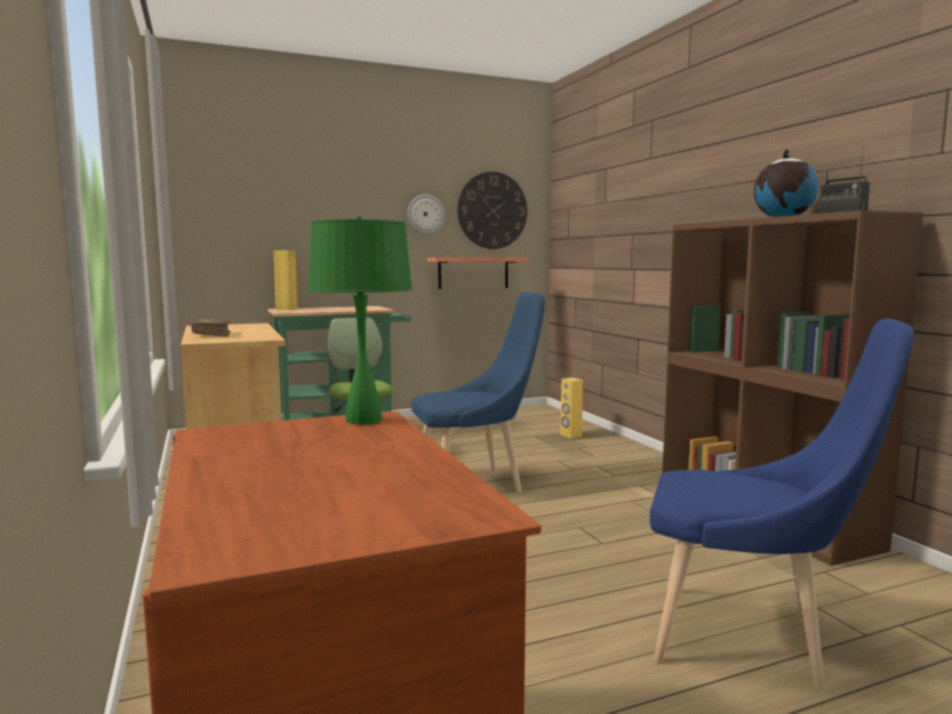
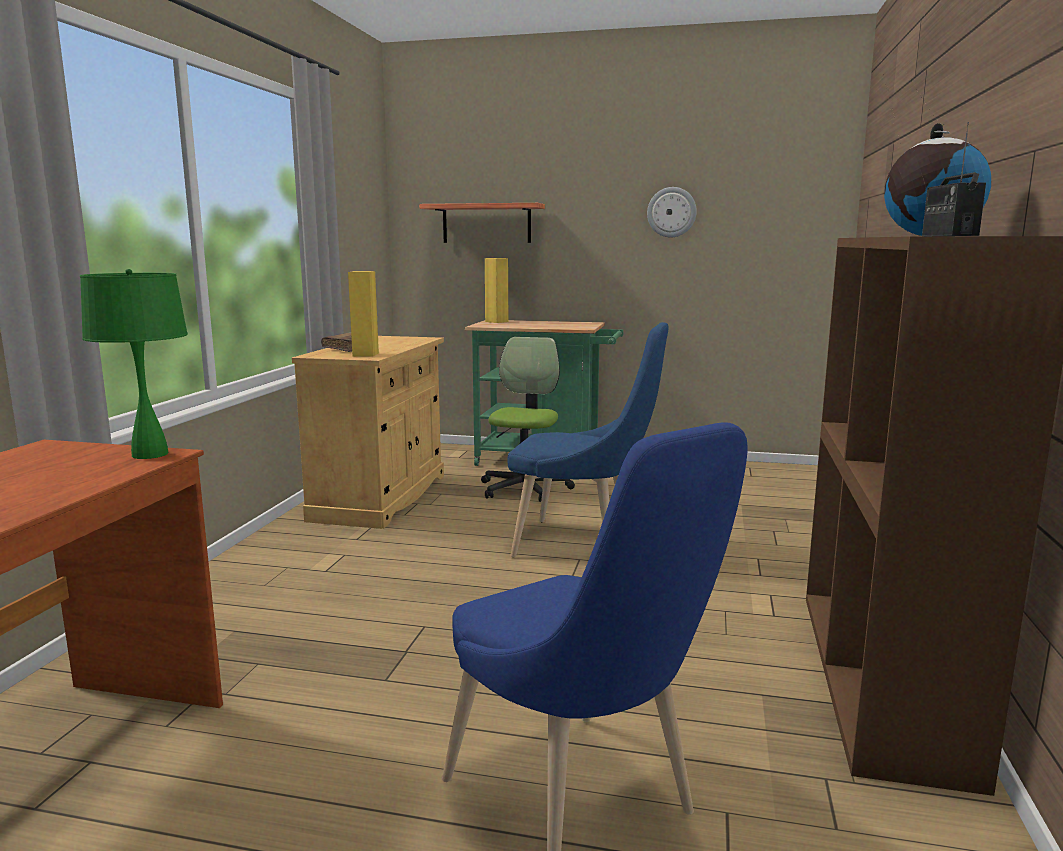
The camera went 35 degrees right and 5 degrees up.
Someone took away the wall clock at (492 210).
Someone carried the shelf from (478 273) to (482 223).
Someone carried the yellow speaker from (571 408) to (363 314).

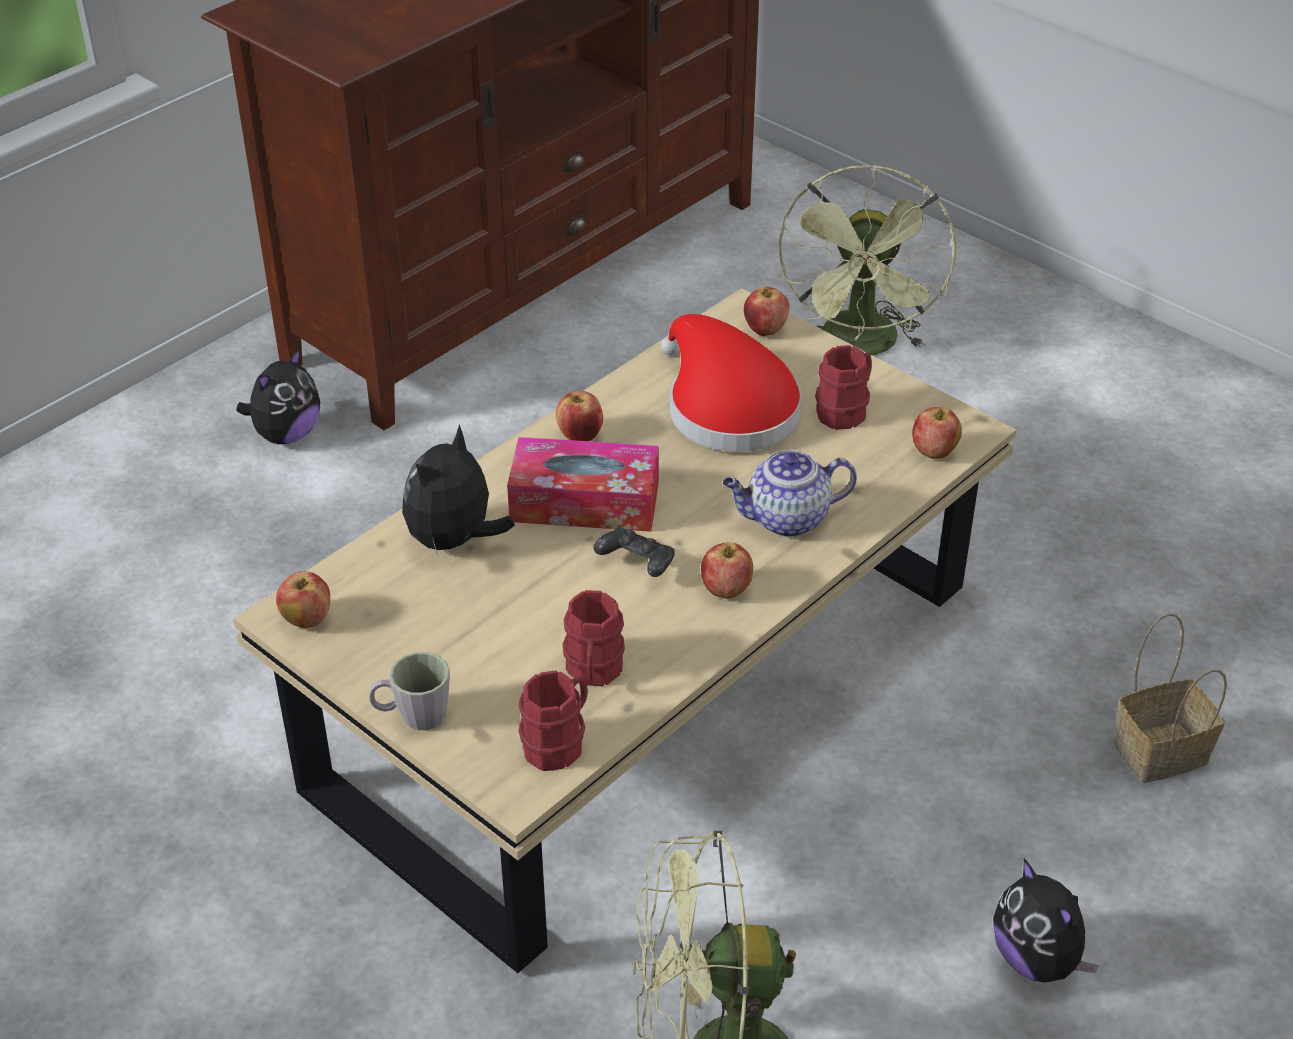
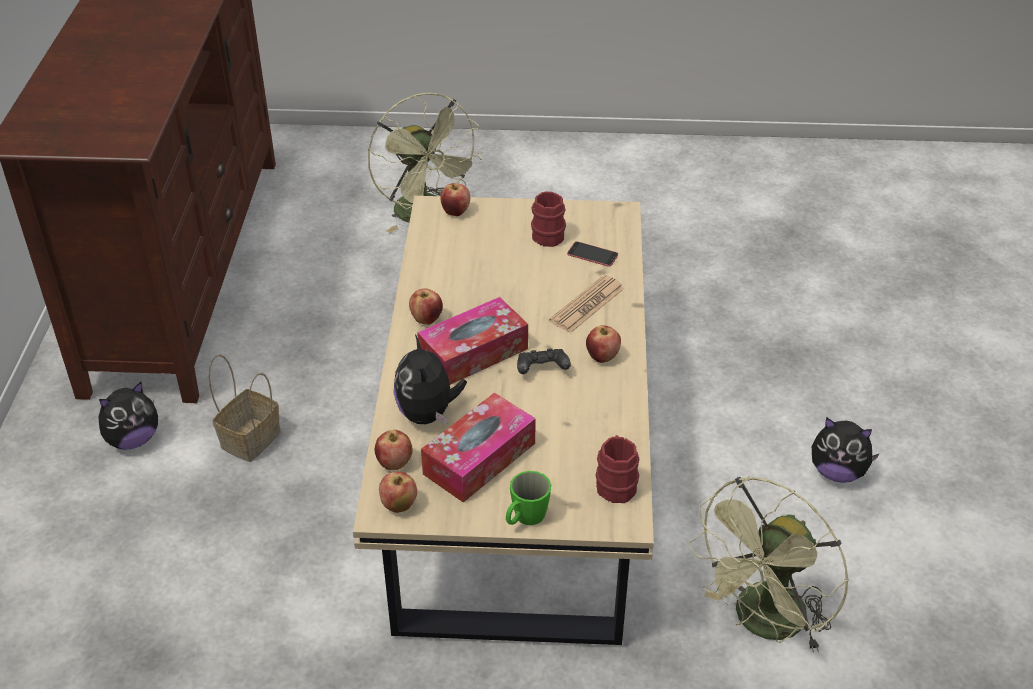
The camera went 40 degrees left and 0 degrees up.
Someone took away the red hat at (731 383).
Someone rotated the plush toy at (278 396) by 60 degrees clockwise.
Someone carried the apple from (937 433) to (394 450).
Someone swapped the teapot at (790 493) for the newspaper at (587 304).
Someone took away the red mug at (594 638).
Someone carried the basket from (1170 698) to (244 408).
Someone repainted the grey mug at (409 691), which became the green mug at (528 498).
Someone put down the phone at (592 254).
Someone put down the tissue box at (478 448).

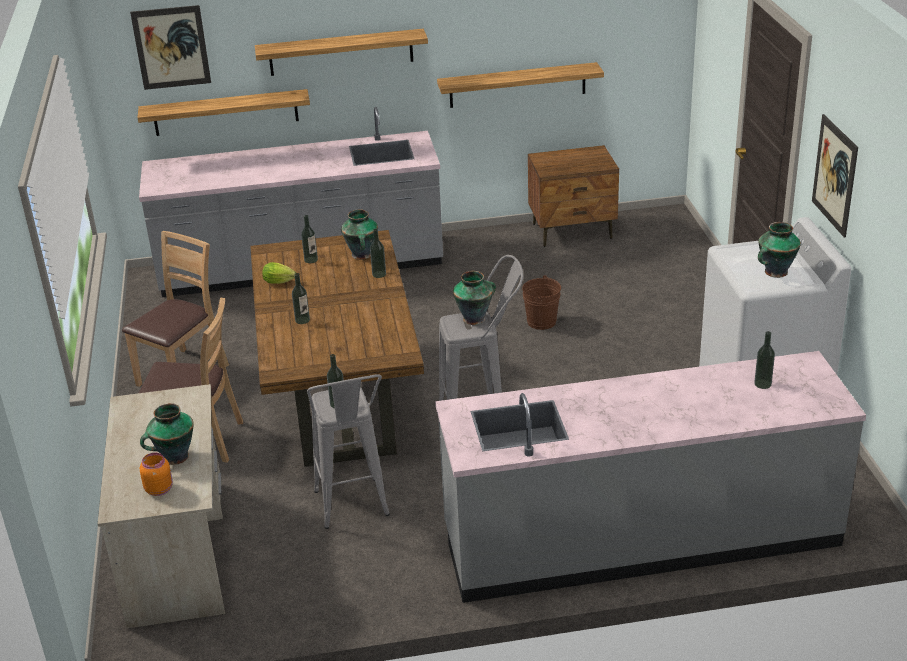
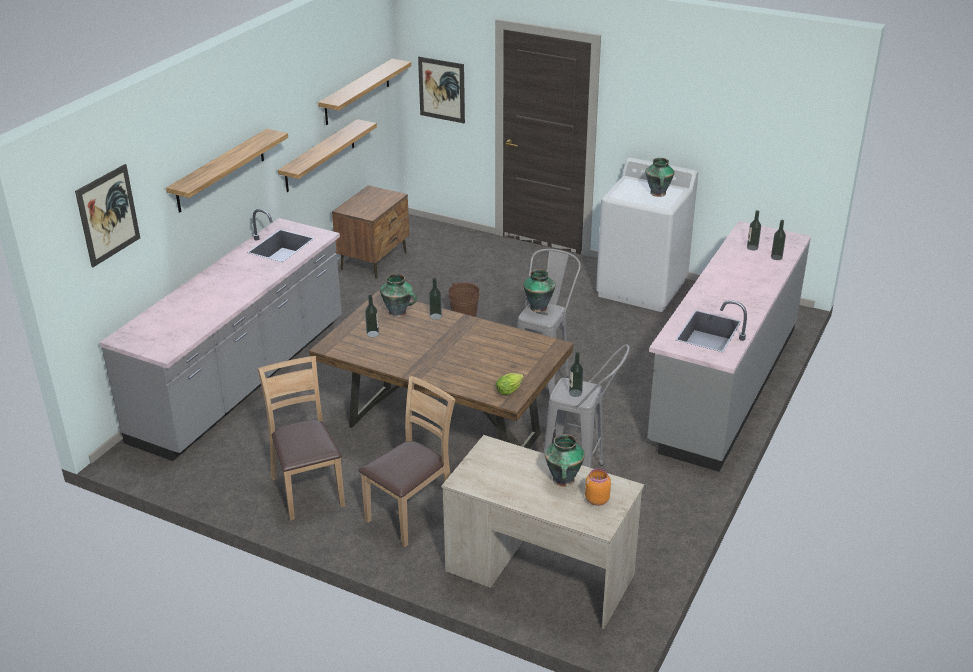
The camera went 55 degrees left and 0 degrees up.
Someone carried the shelf from (223 112) to (364 92).
Someone carried the picture from (835 175) to (441 90).
Someone carried the lettuce from (279 273) to (510 384).
Someone carried the bottle from (301 298) to (778 240).

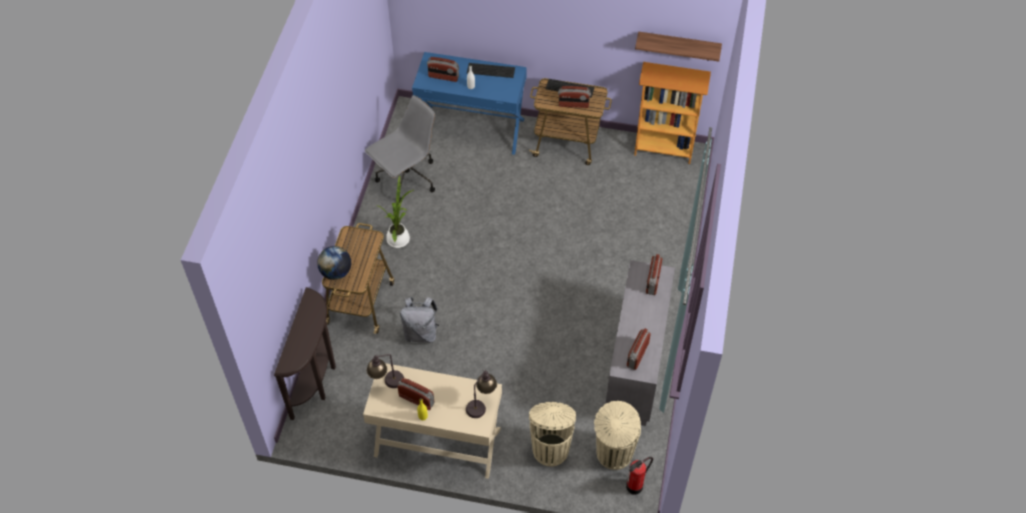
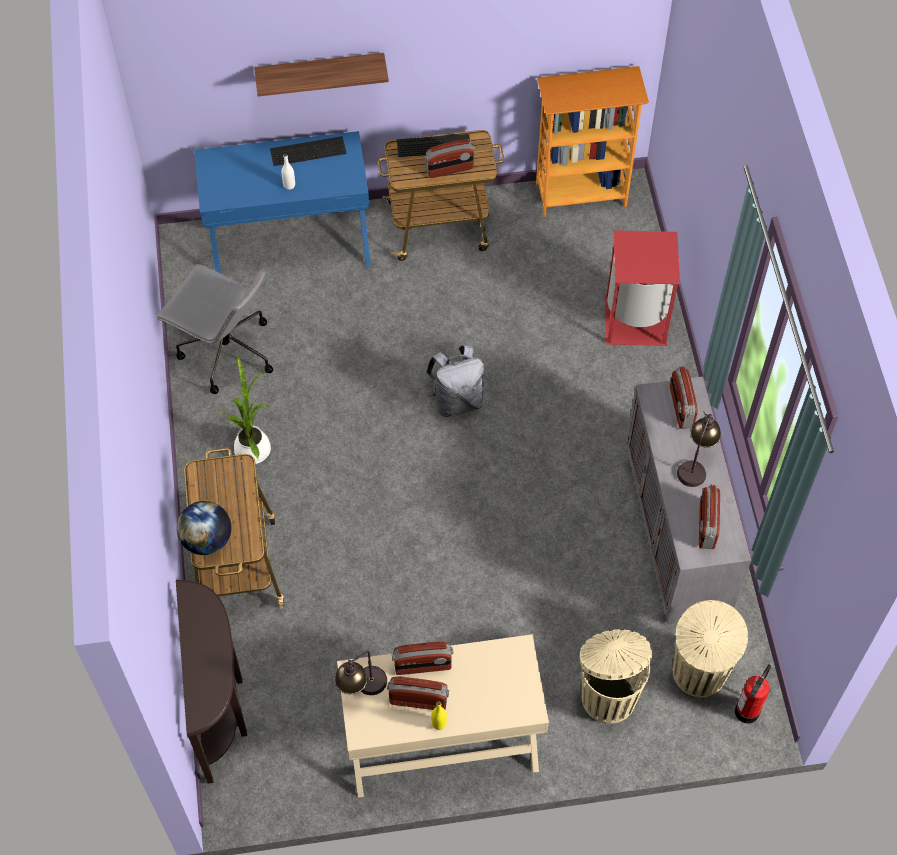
The camera went 20 degrees left and 5 degrees up.
Someone carried the shelf from (678 47) to (321 75).
Someone carried the radio from (443 69) to (422 658).
Someone rotated the grey office chair at (400 149) by 90 degrees clockwise.
Someone carried the grey backpack from (419 320) to (455 381).
Someone carried the table lamp from (481 393) to (699 449).
Someone put down the red trash can at (642 288).

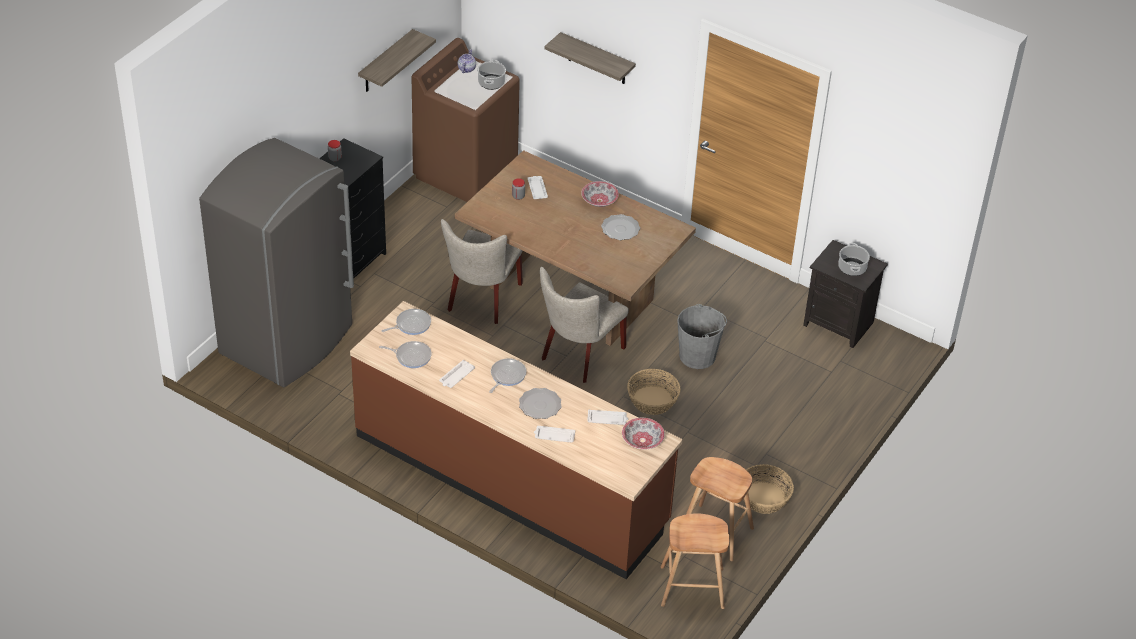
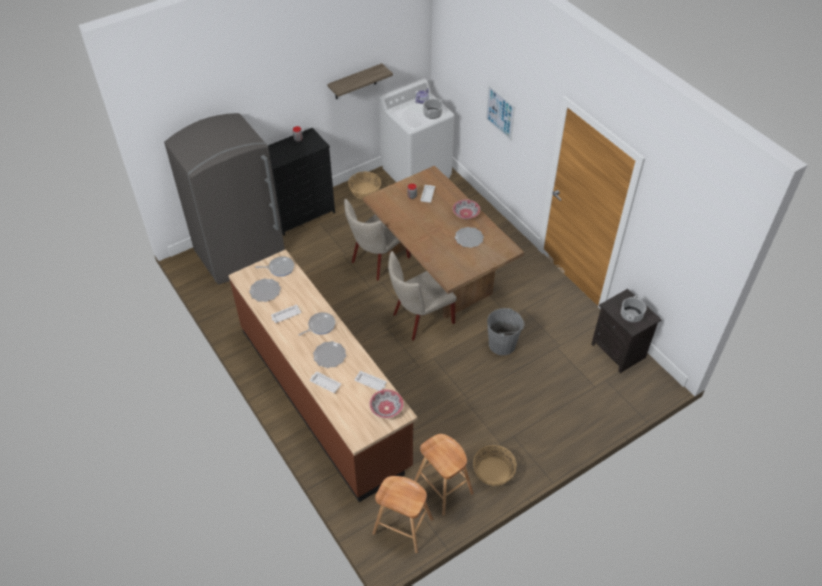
The camera went 25 degrees right and 5 degrees up.
Someone swapped the shelf at (590 58) for the picture at (500 113).
Someone repainted the brown washing machine at (465 120), which became the white washing machine at (417 130).
Someone swapped the frying pan at (405 354) for the plate at (265 290).
Someone carried the basket from (653 392) to (364 185).

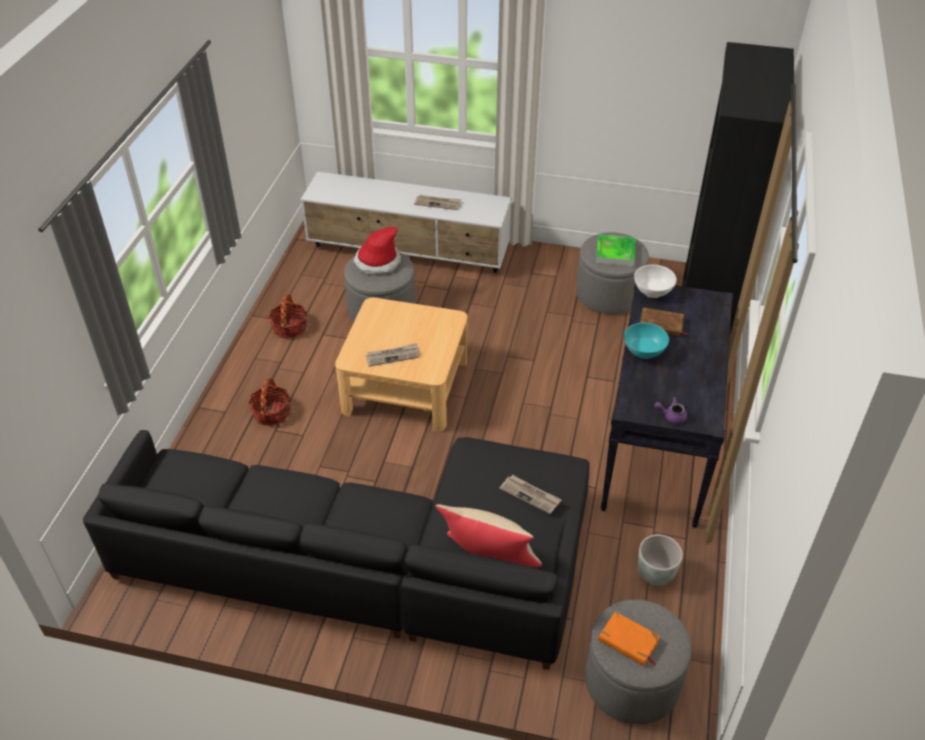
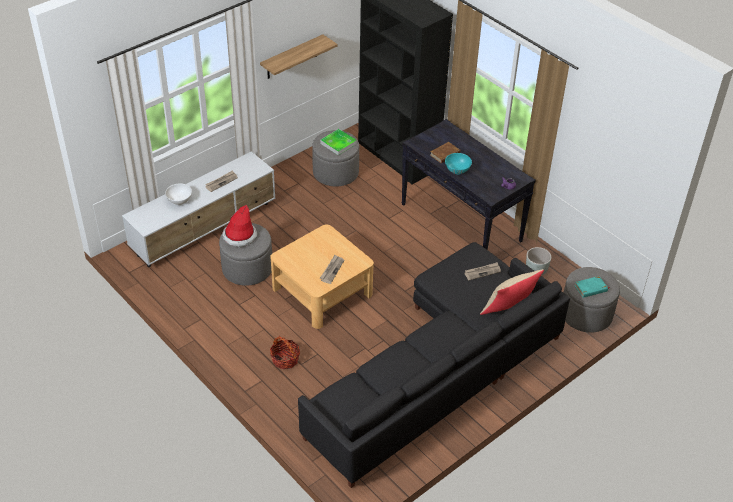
The camera went 55 degrees left and 0 degrees up.
Someone carried the white bowl from (655 281) to (178 194).
Someone took away the basket at (288 316).
Someone repainted the orange book at (629 638), which became the turquoise book at (592 287).
Someone put up the shelf at (299 56).

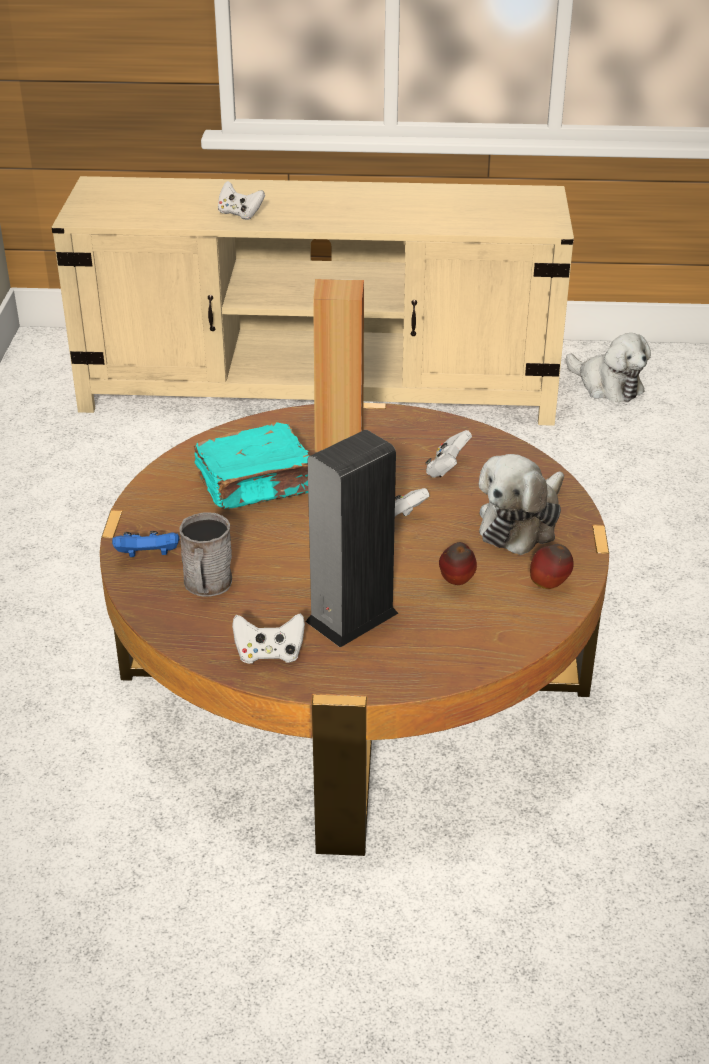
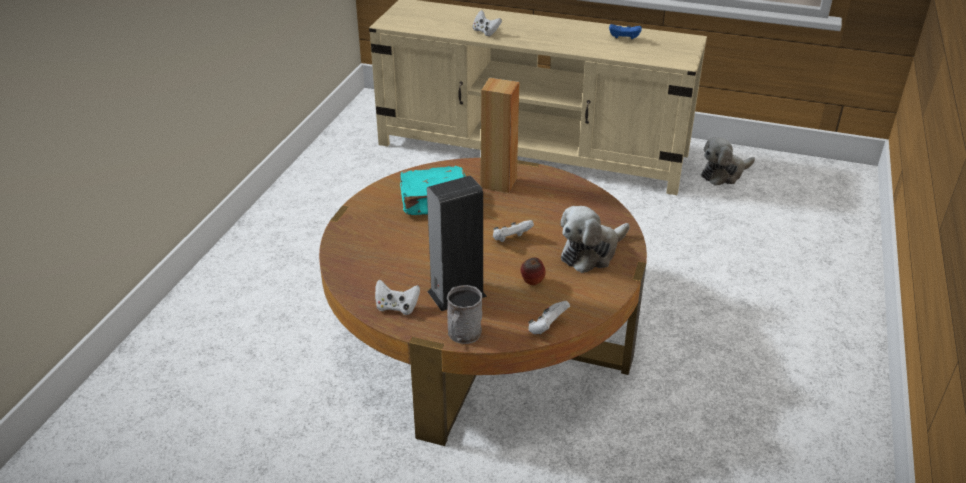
The camera went 15 degrees right and 0 degrees up.
Someone rotated the plush toy at (608 367) by 90 degrees clockwise.
Someone carried the white game controller from (448 454) to (549 317).
Someone carried the grey mug from (205 554) to (465 314).
Someone carried the blue game controller from (145 544) to (625 31).
Someone took away the apple at (552 566).

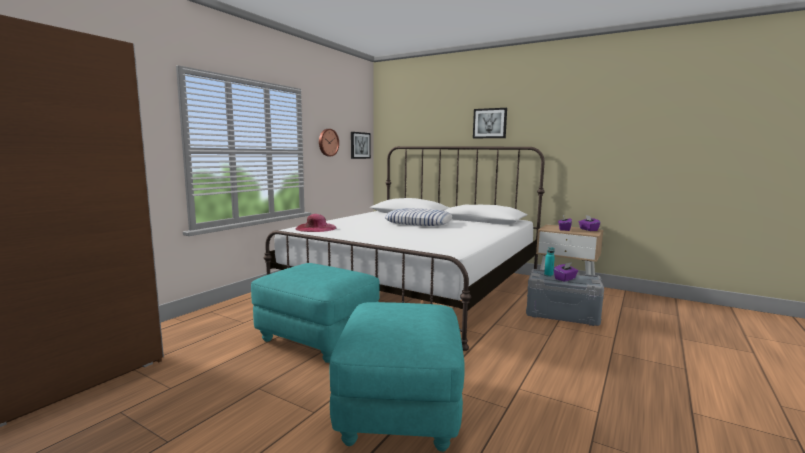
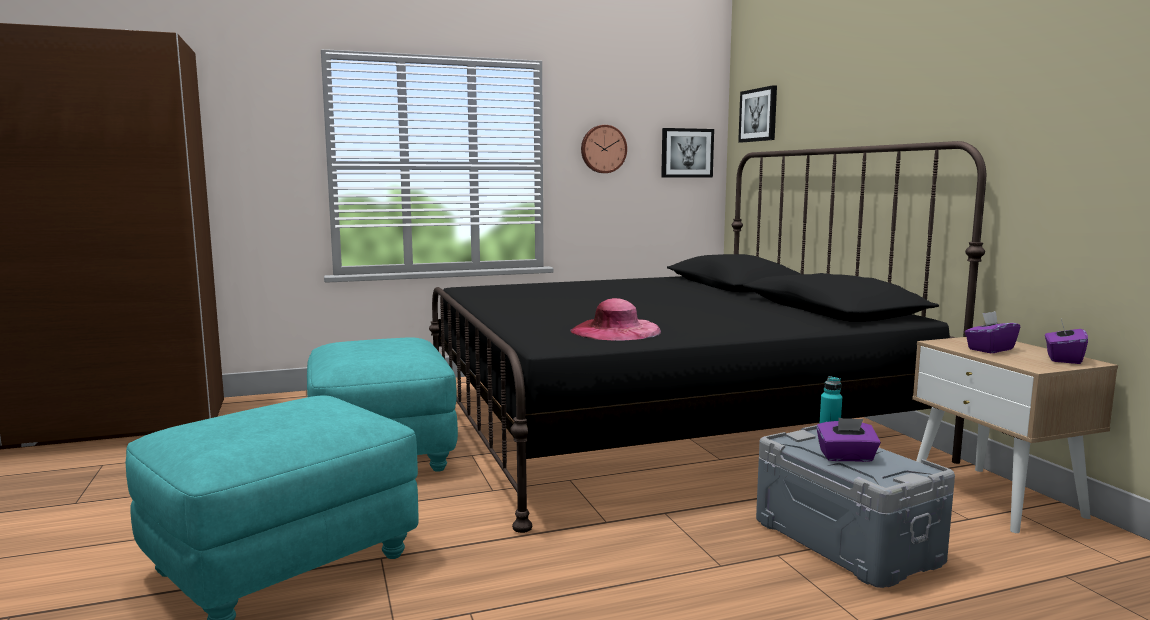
The camera went 40 degrees right and 0 degrees up.
Someone carried the picture from (490 123) to (757 113).
Someone repainted the white bed at (404 248), which became the black bed at (707 337).
Someone took away the pillow at (418 217).
Someone carried the pink hat from (316 223) to (615 319).

